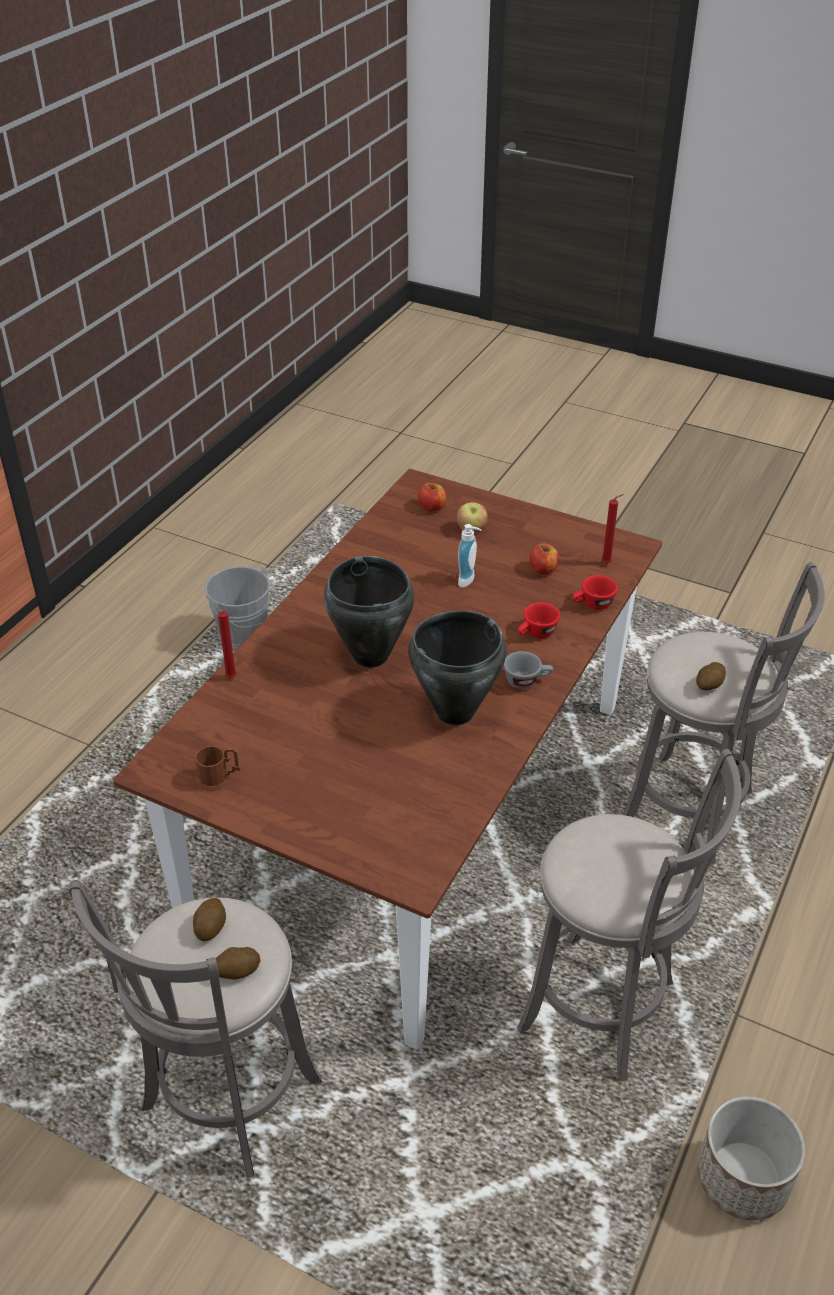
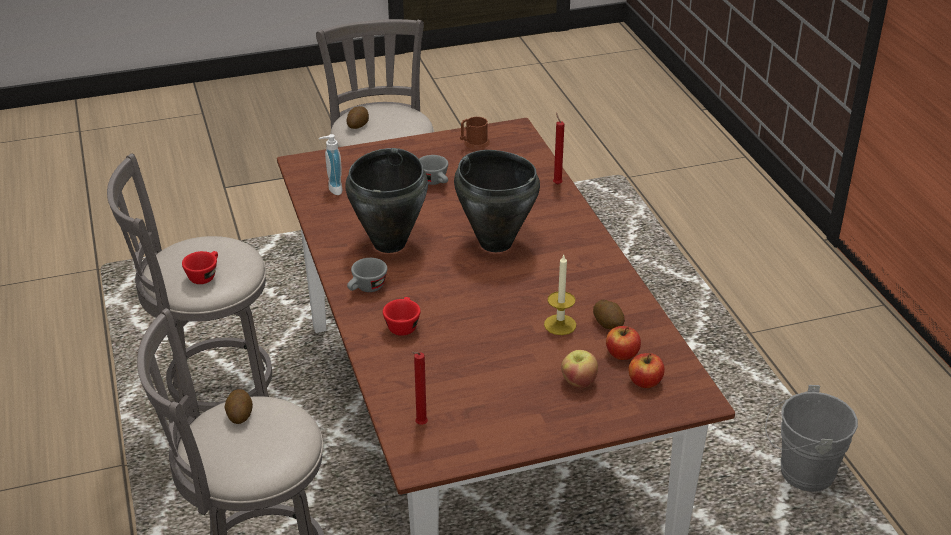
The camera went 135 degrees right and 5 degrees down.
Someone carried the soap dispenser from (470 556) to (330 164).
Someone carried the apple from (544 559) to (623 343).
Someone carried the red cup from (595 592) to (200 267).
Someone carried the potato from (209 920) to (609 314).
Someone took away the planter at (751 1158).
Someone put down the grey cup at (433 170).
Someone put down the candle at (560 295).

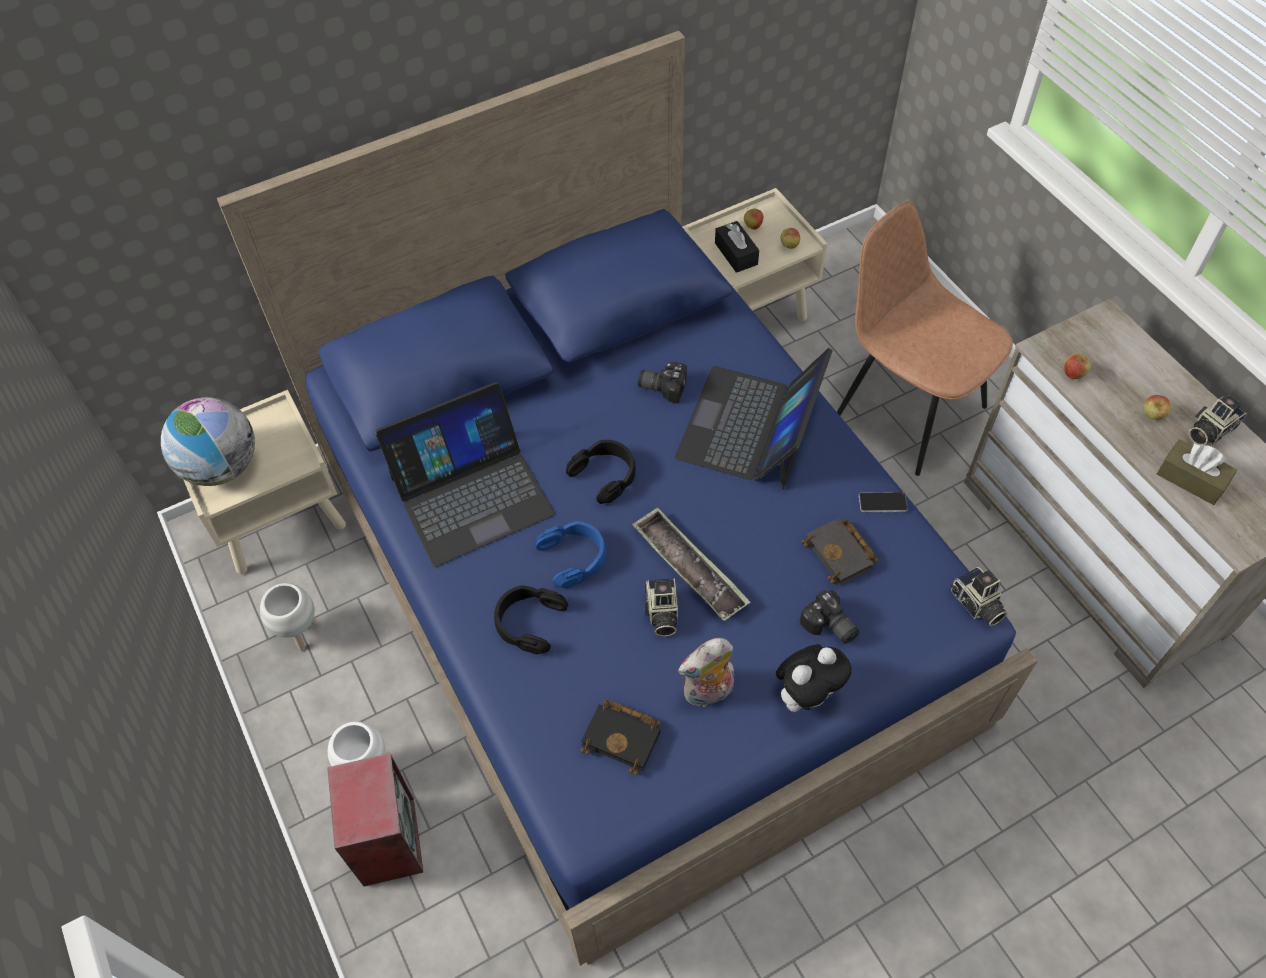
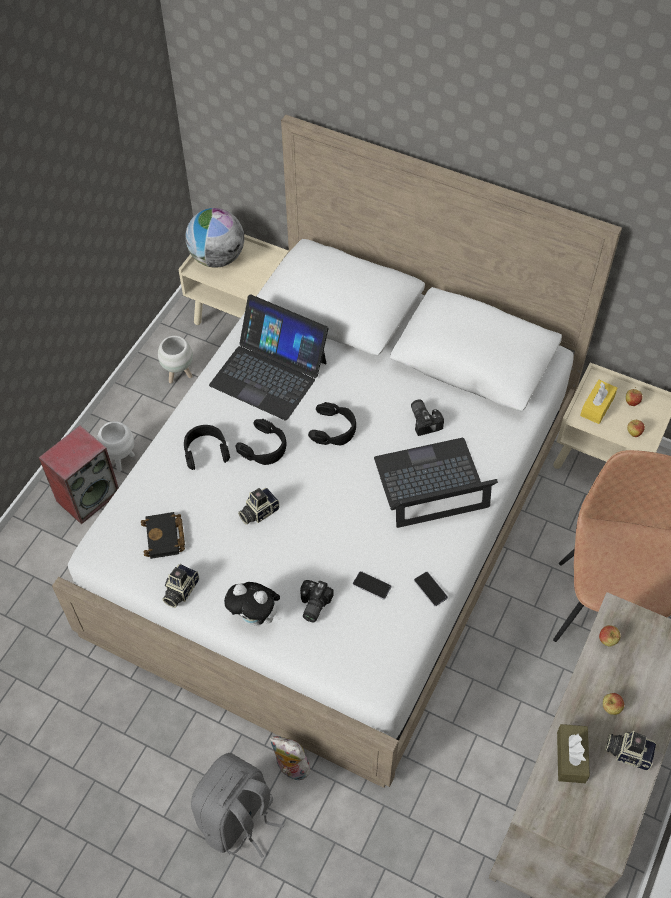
The camera went 55 degrees right and 0 degrees up.
Someone repainted the blue bed at (627 498), which became the white bed at (337 451).
Someone repainted the black tissue box at (737 247), which became the yellow tissue box at (598 402).
Someone took away the tray at (691 564).
Someone swapped the black book at (839 551) for the phone at (372 585).
Someone repainted the blue headphones at (570 554), which became the black headphones at (261 442).
Someone carried the photo camera from (979 596) to (181 586).
Someone carried the plush toy from (706 672) to (290 759).
Someone put down the grey backpack at (237 805).

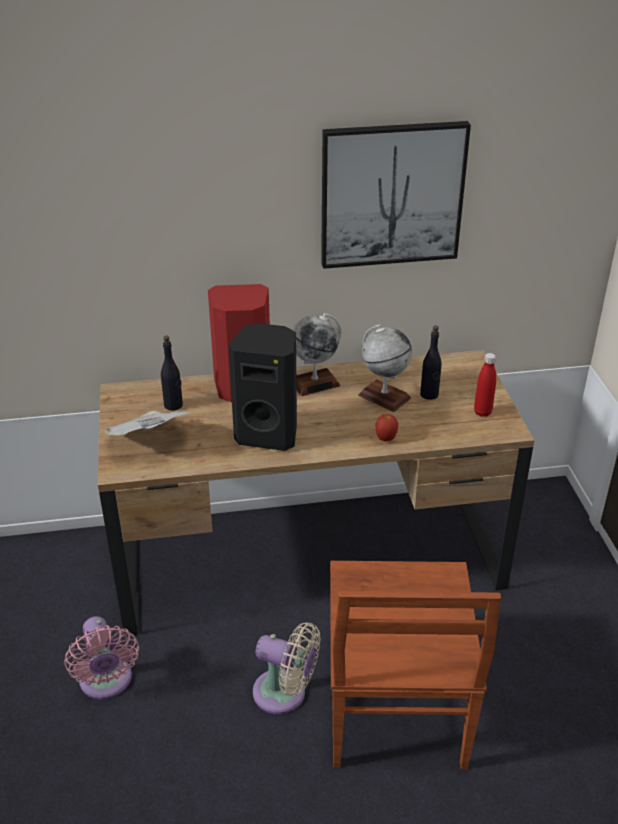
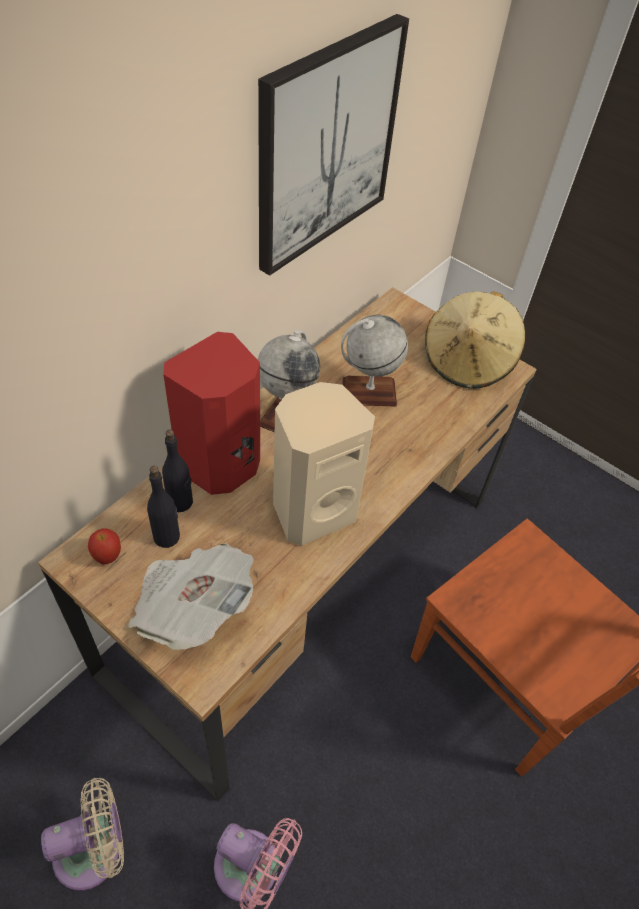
The camera went 45 degrees left and 15 degrees up.
Someone repainted the black speaker at (262 387), which became the beige speaker at (324 464).
Someone carried the black bottle from (431 362) to (177 470).
Someone swapped the red bottle at (485 385) for the beige hat at (475 340).
Someone carried the apple from (387 427) to (104 546).
Someone carried the beige fan from (287 668) to (82 834).

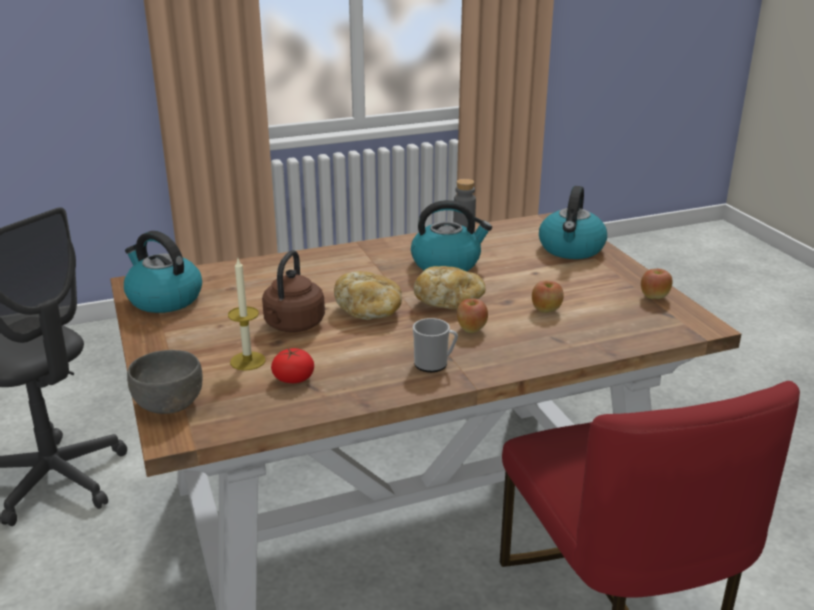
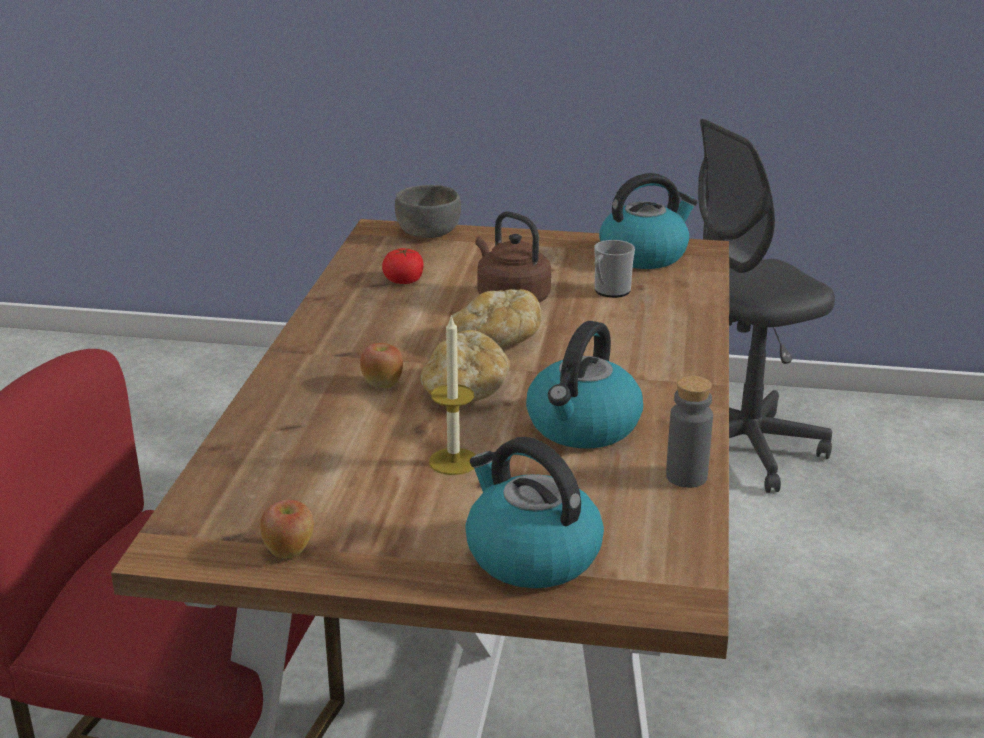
The camera went 120 degrees right and 0 degrees up.
Someone carried the candle from (246 315) to (452 395).
Someone took away the apple at (548 297).
Someone carried the mug from (435 345) to (614 269).

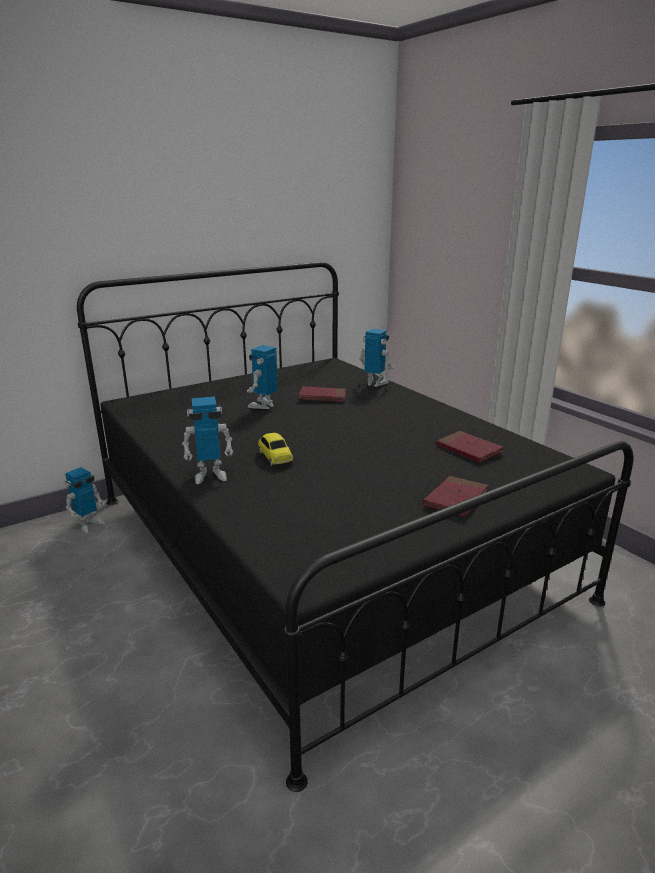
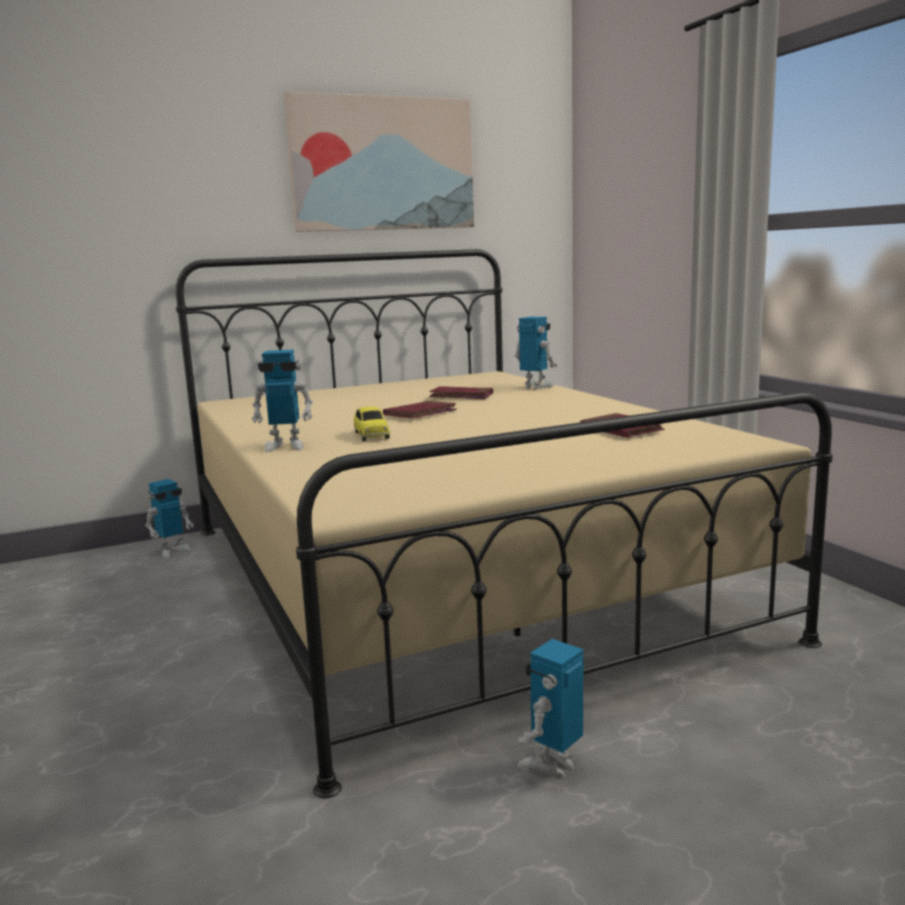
The camera went 10 degrees right and 10 degrees down.
Someone repainted the black bed at (355 527), which became the beige bed at (504 523).
Someone carried the toy robot from (262 377) to (550 708).
Someone carried the red book from (456 496) to (420 409).
Someone put up the picture at (379 161).

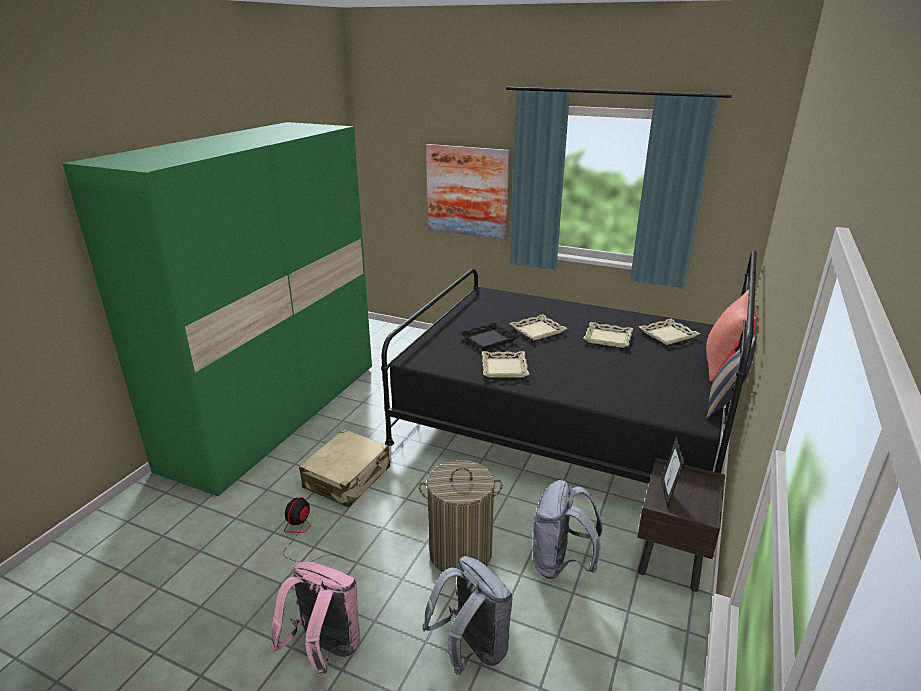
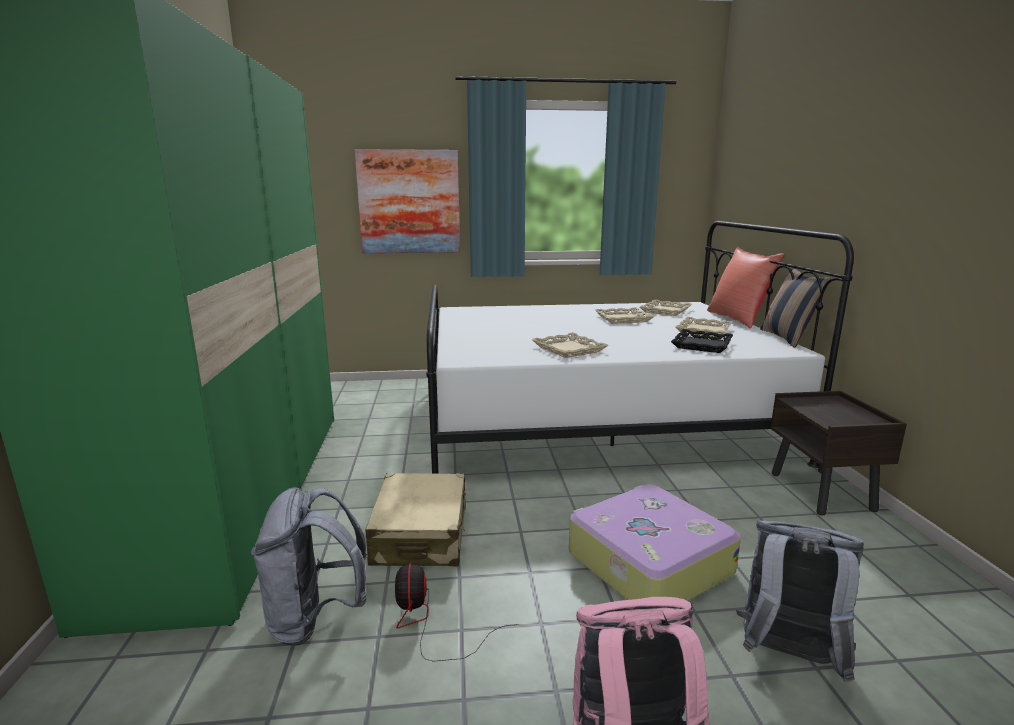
The camera went 30 degrees left and 10 degrees down.
Someone repainted the black bed at (569 367), which became the white bed at (640 347).
Someone carried the beige tray from (538 327) to (704 327).
Someone carried the black tray from (489 336) to (702 341).
Someone took away the picture frame at (673 472).
Someone swapped the laundry basket at (461 518) for the suitcase at (655 543).
Someone carried the grey backpack from (568 529) to (309 566).

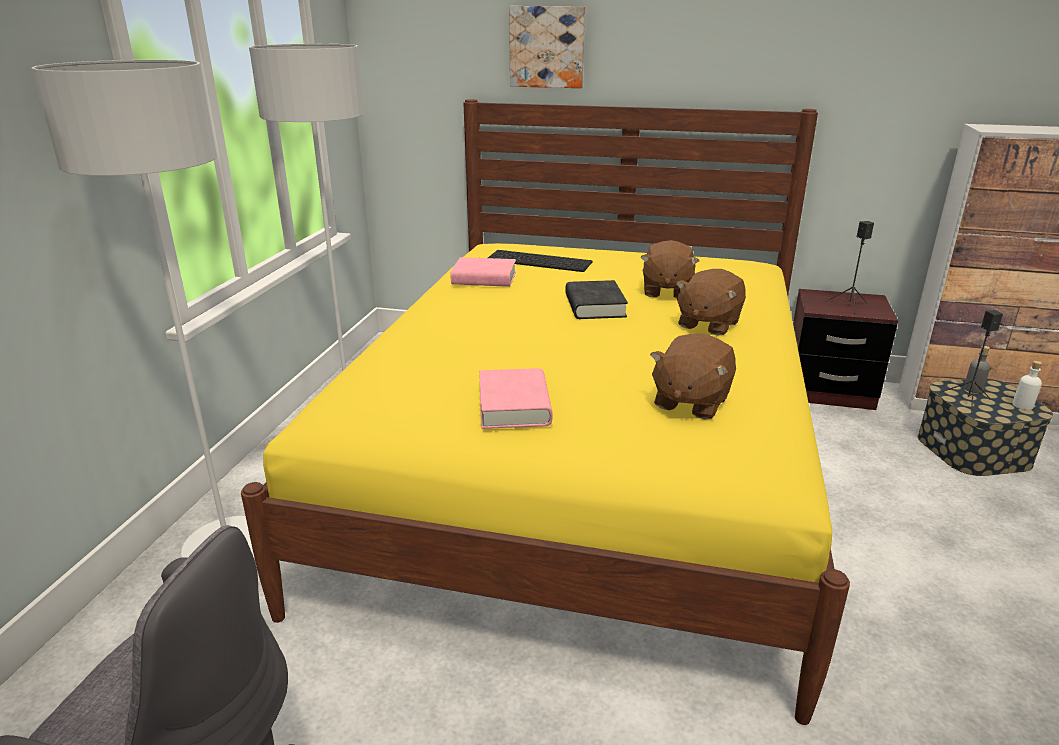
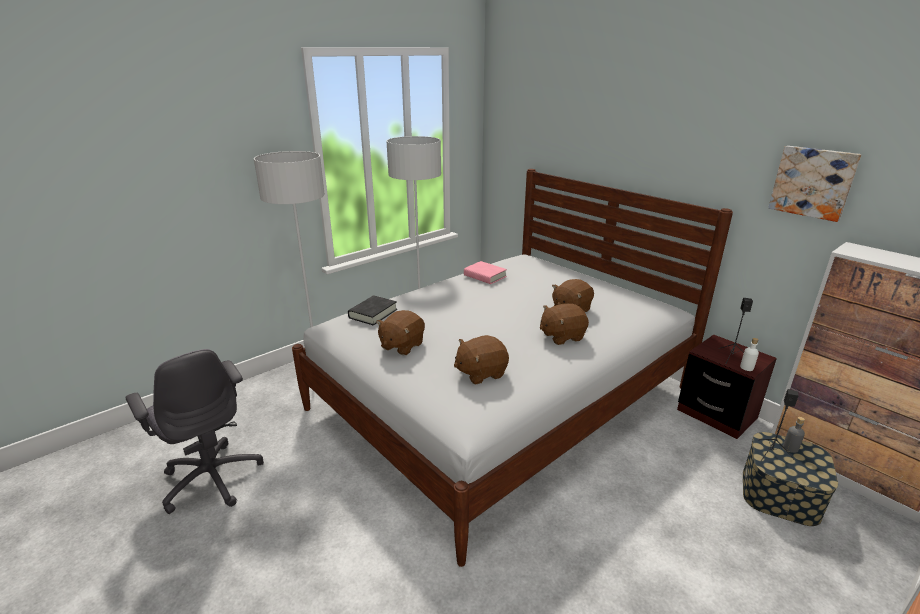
The camera went 35 degrees right and 0 degrees up.
Someone carried the picture from (547 47) to (814 184).
Someone repainted the yellow bed at (545 412), which became the white bed at (512 368).
Someone took away the keyboard at (540 261).
Someone carried the black book from (596 299) to (372 310).
Someone carried the white bottle from (1027 385) to (749 354).
Someone swapped the pink book at (516 398) for the brown plush toy at (400 332).

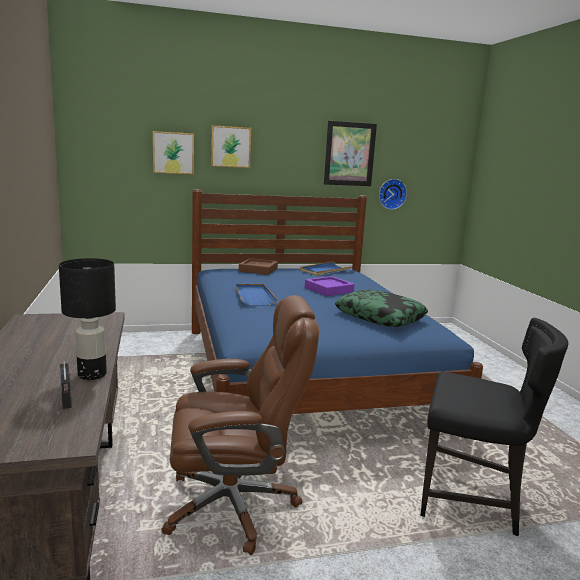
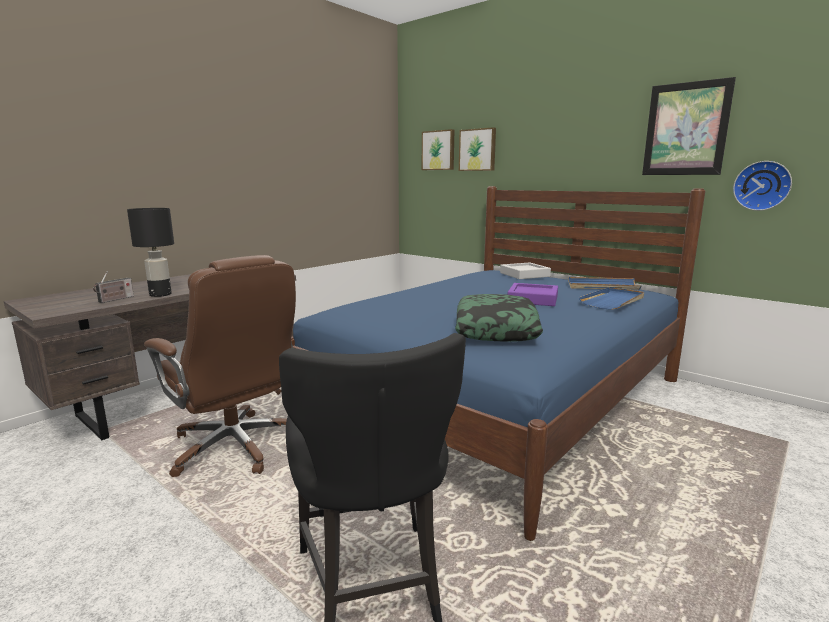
The camera went 55 degrees right and 0 degrees up.
Someone carried the picture from (231 146) to (438 149).
Someone repainted the brown tray at (258 266), which became the grey tray at (525 270).
Someone carried the blue tray from (256 295) to (611 298).

